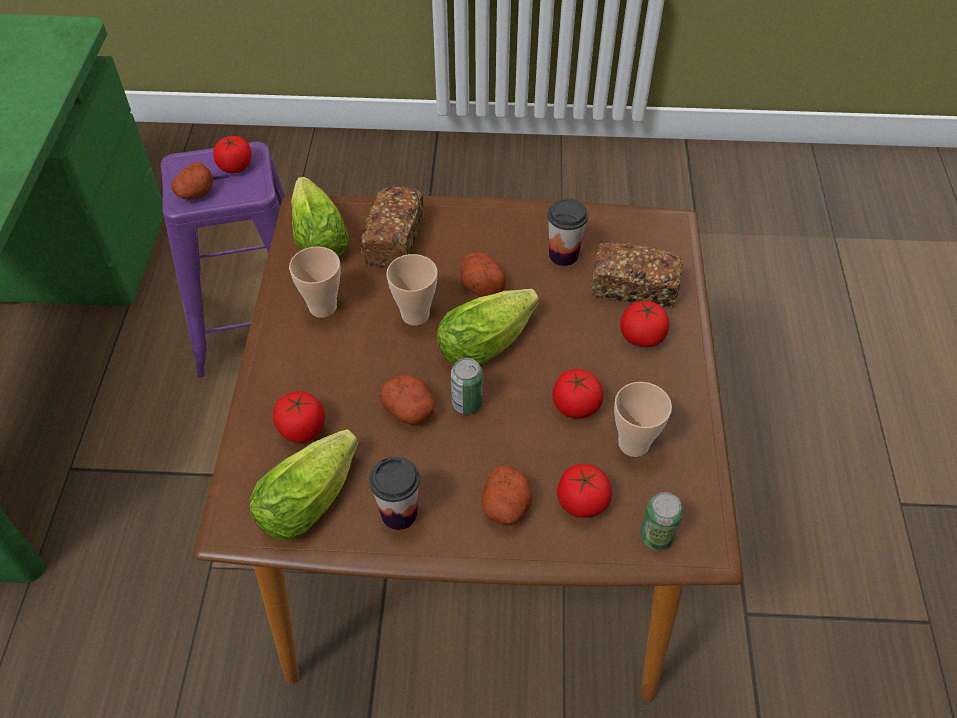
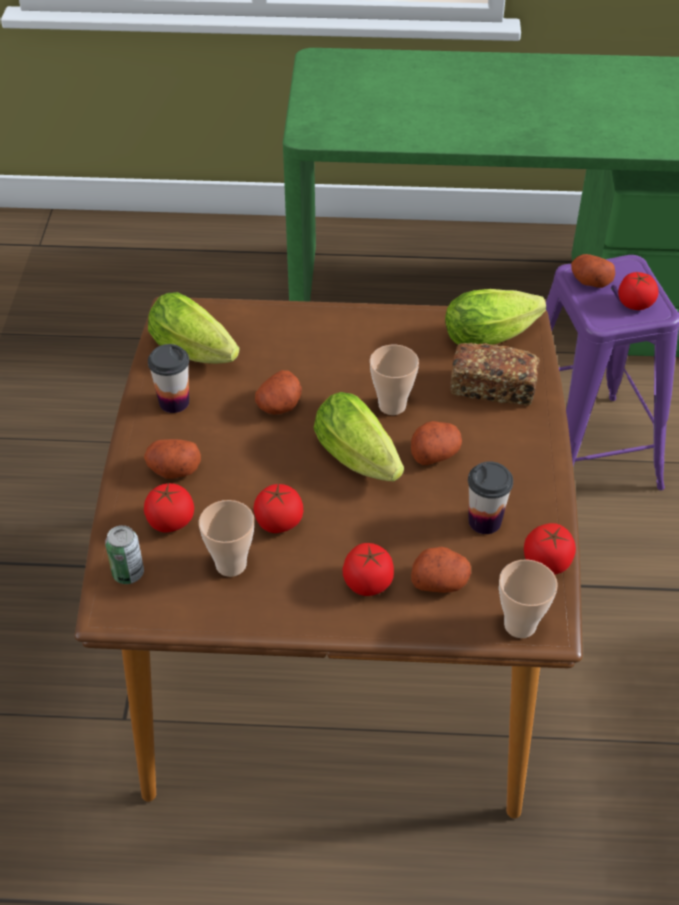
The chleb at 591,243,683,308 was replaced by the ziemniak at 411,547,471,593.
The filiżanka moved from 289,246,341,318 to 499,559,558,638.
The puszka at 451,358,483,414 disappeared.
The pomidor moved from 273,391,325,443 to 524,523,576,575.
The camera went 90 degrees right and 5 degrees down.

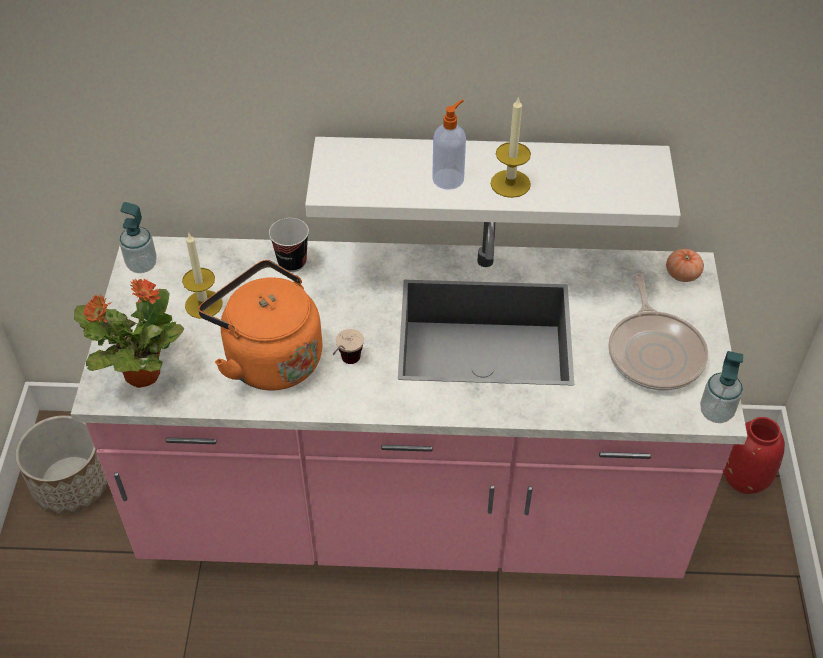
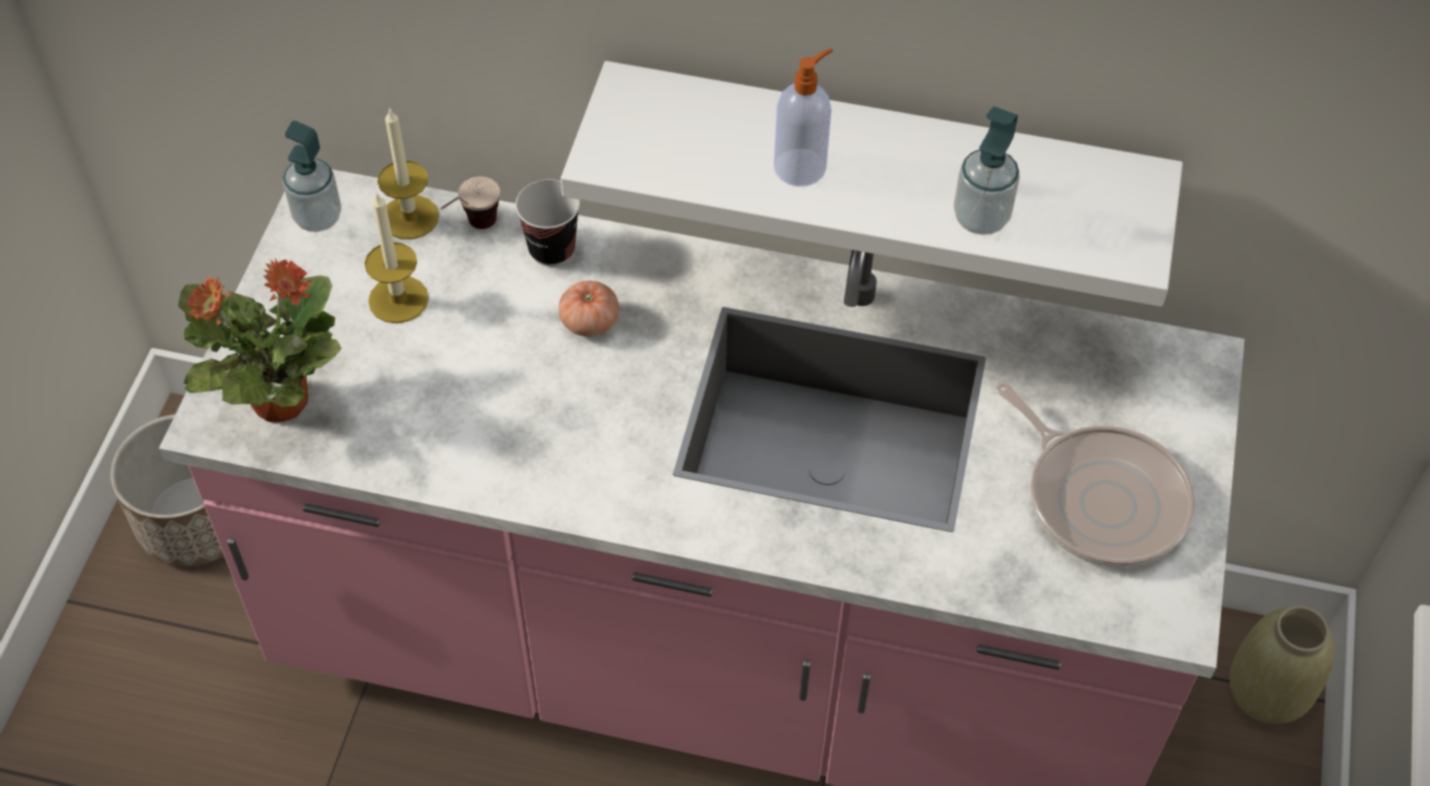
The świeca moved from 490,96,531,198 to 378,107,439,239.
The pomidor moved from 666,249,704,282 to 559,281,619,337.
The czajnik (pomarańczowy) at 198,260,323,390 disappeared.
The patelnia at 608,273,708,391 turned 45 degrees counterclockwise.
The filiżanka moved from 332,329,364,364 to 441,177,500,229.
The dozownik mydła moved from 700,351,743,423 to 954,106,1020,235.
The wazon (czerwony) at 723,417,785,494 became the wazon (beżowy) at 1229,606,1335,724.
The camera went 10 degrees right and 5 degrees up.

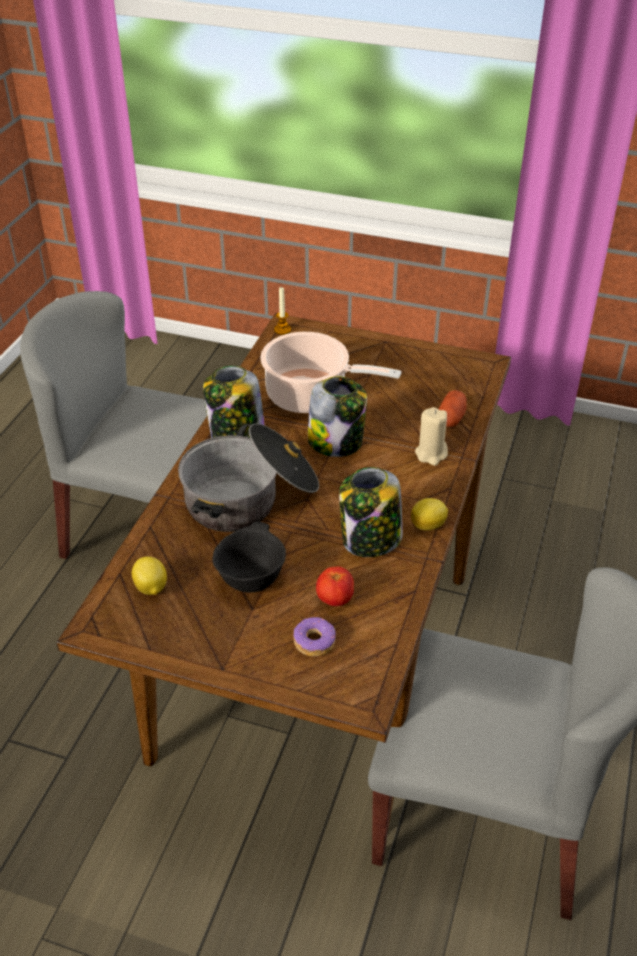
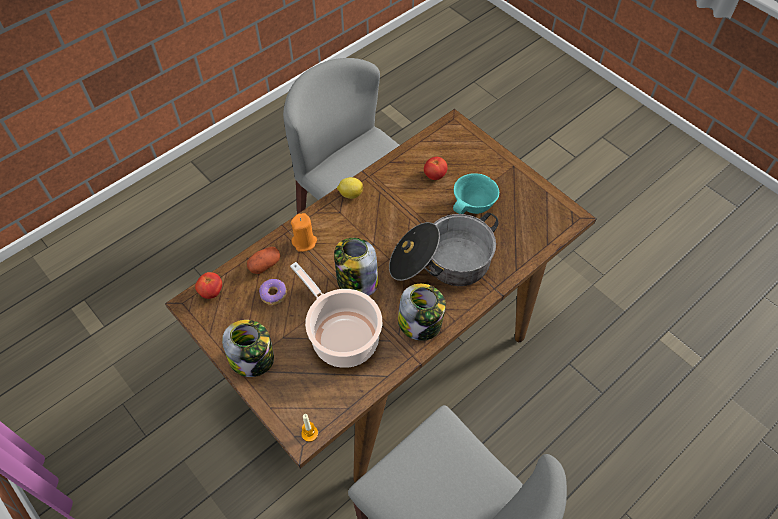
The świeca (beżowy) at 415,407,448,466 became the świeca (pomarańczowy) at 291,213,317,252.
The słoik moved from 339,467,403,557 to 222,320,274,377.
The miska (czarny) at 213,522,286,593 became the miska (turkusowy) at 453,173,499,214.
The cytryna at 132,556,167,595 disappeared.
The donut moved from 293,617,336,656 to 259,279,287,305.
The pomidor at 195,272,222,299 appeared.
The camera went 150 degrees left and 15 degrees up.

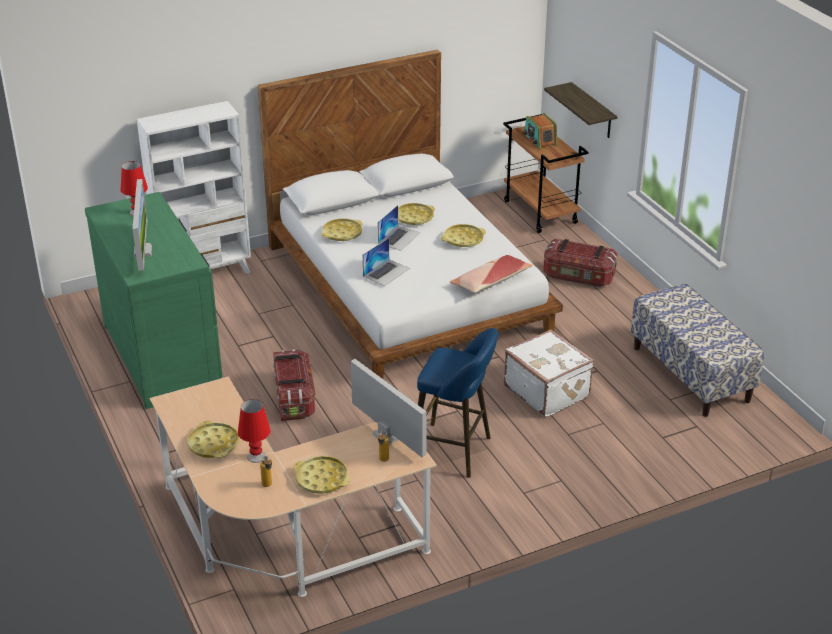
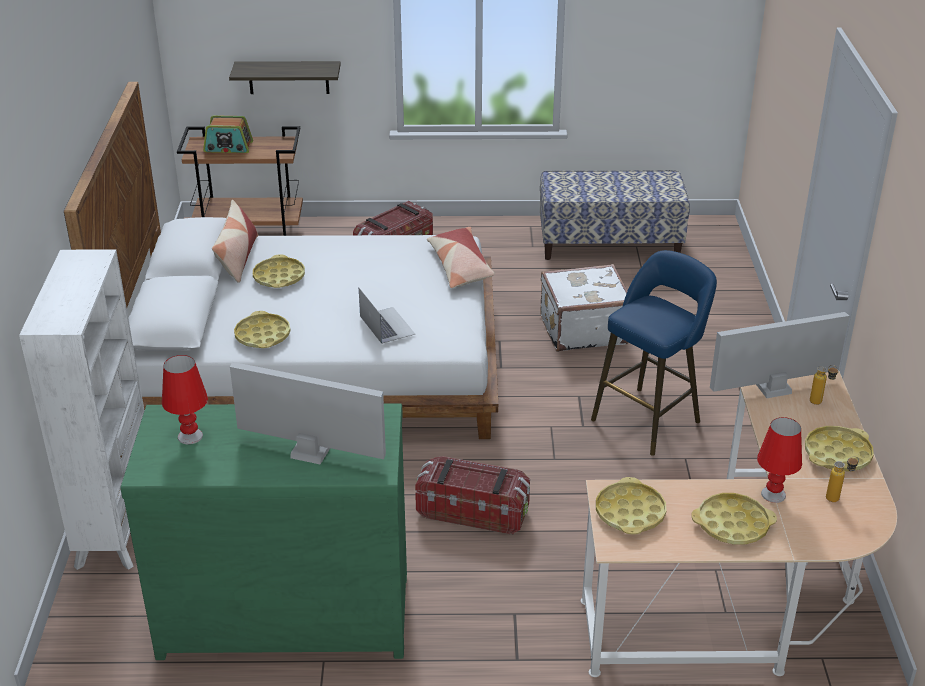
The laptop at 378,205,421,251 disappeared.
The taca (żółty) moved from 441,224,486,247 to 596,477,666,534.
The poduszka at 212,200,258,283 appeared.
The camera went 65 degrees left and 0 degrees up.

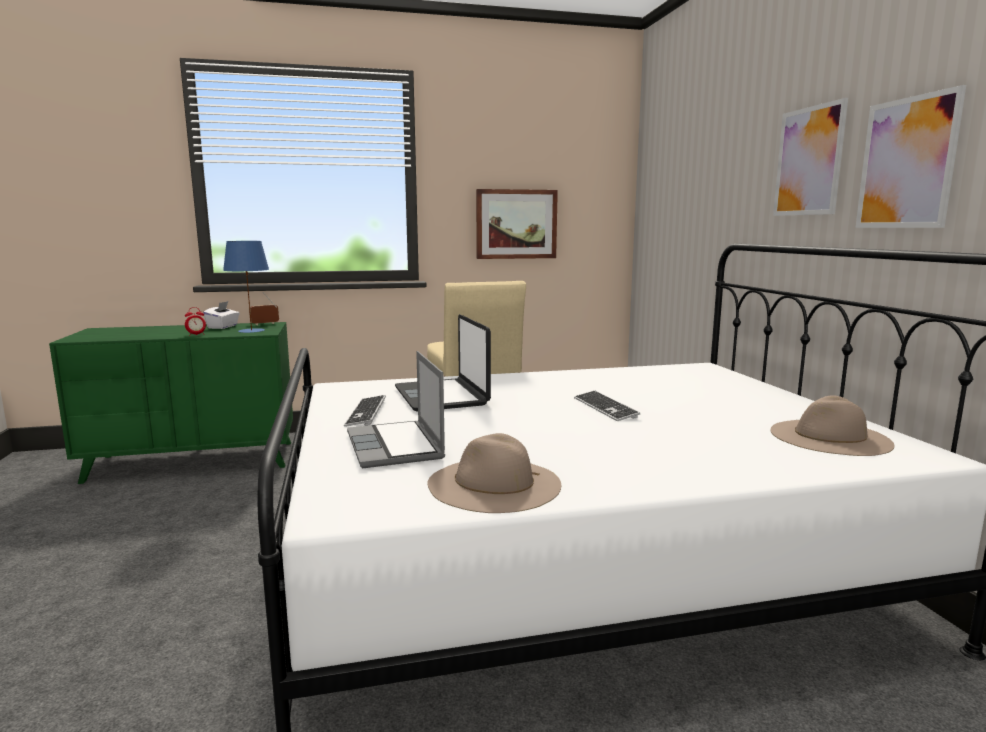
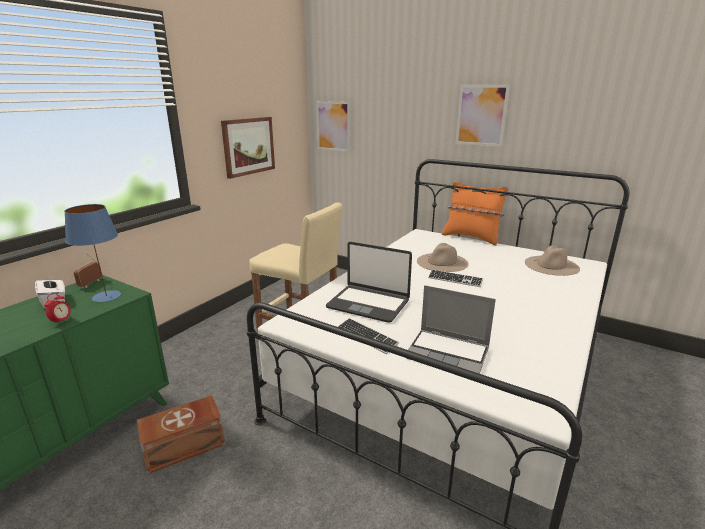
The obraz moved from 855,85,966,228 to 316,101,350,152.
The kapelusz (beżowy) moved from 427,433,561,513 to 417,243,469,272.
The poduszka (pomarańczowy) at 442,181,508,246 appeared.
The pojemnik do przechowywania (brązowy) at 137,395,225,474 appeared.
The camera went 45 degrees left and 10 degrees up.

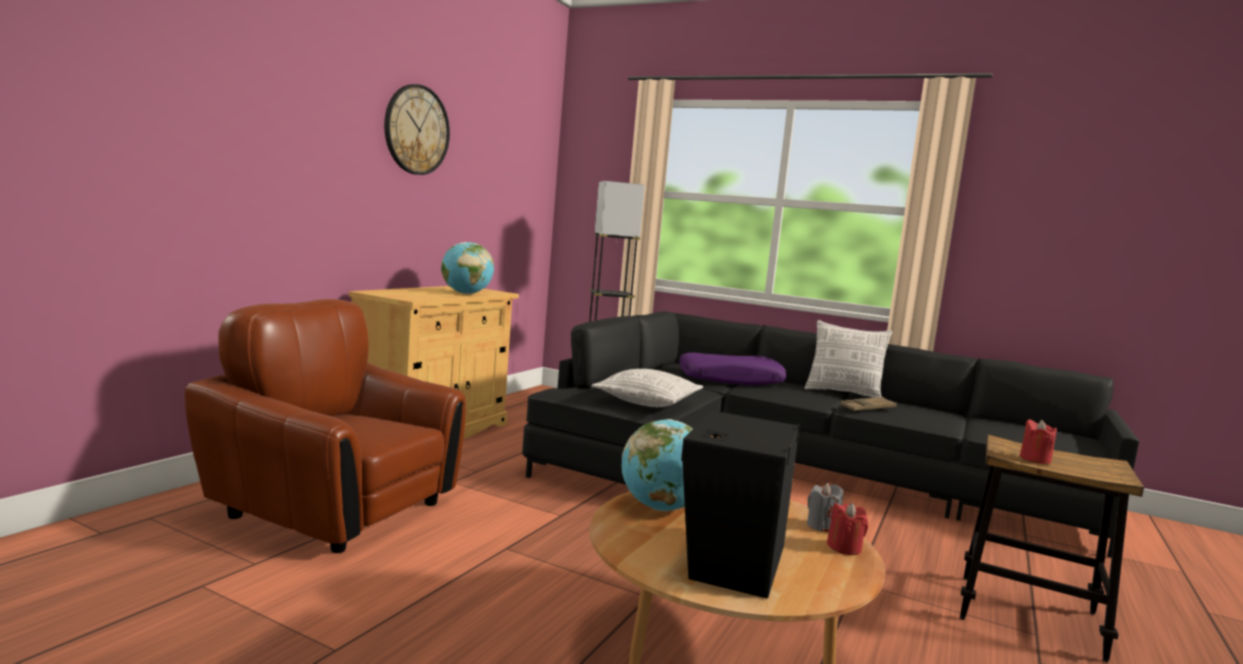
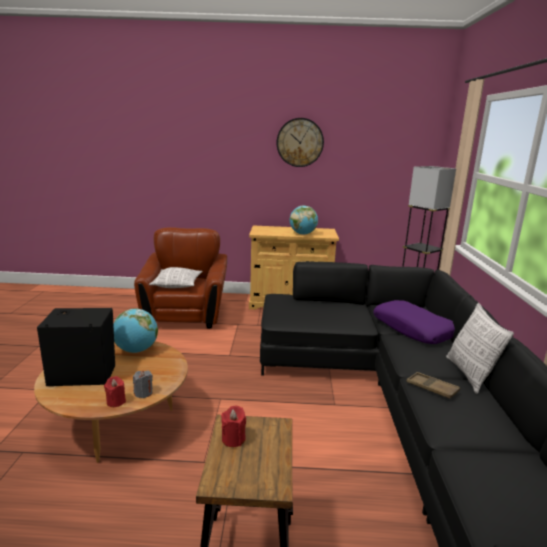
The poduszka moved from 591,369,704,407 to 149,267,202,288.
The camera went 65 degrees right and 10 degrees up.

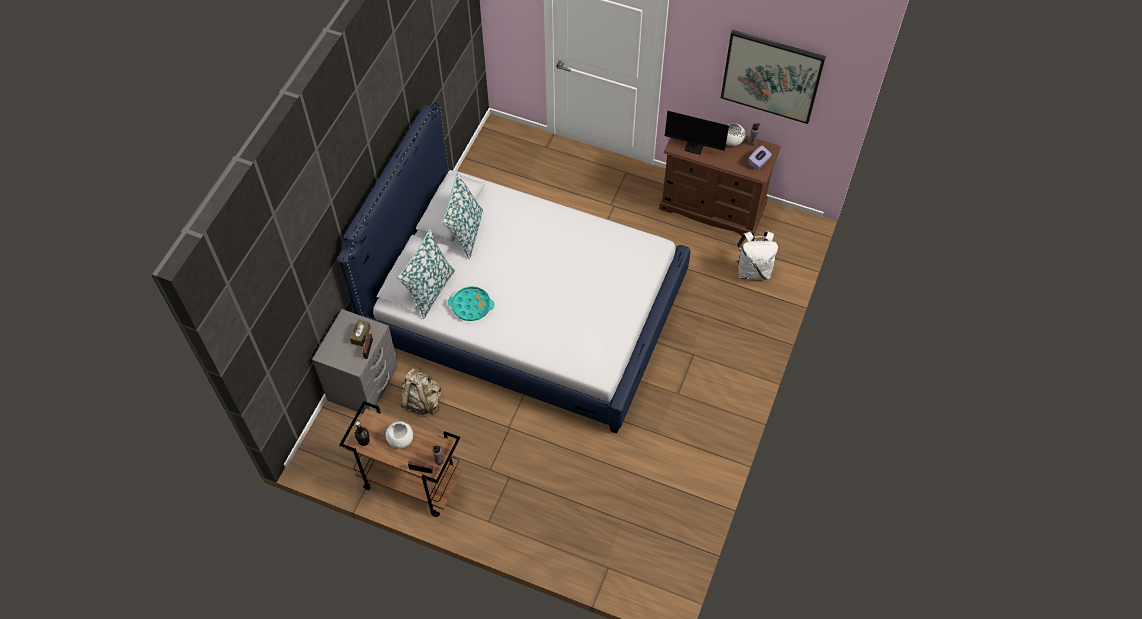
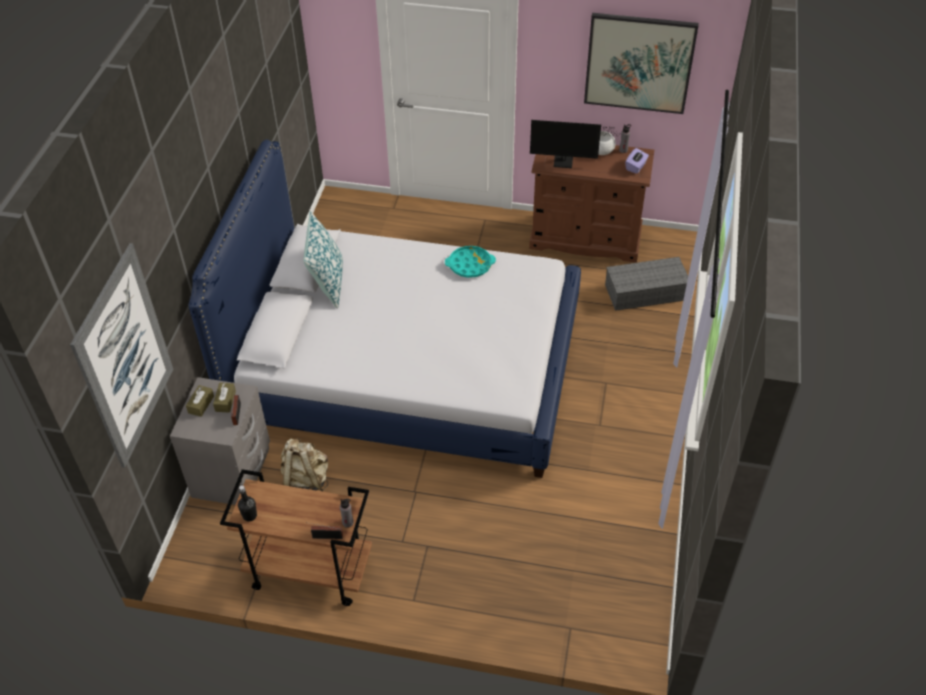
The poduszka at 397,229,455,319 disappeared.
The plecak (biały) at 736,231,778,280 was replaced by the pojemnik do przechowywania (szary) at 605,257,688,311.
The taca (turkusowy) moved from 448,286,495,321 to 445,246,496,278.
The miska (biały) at 386,421,413,448 disappeared.
The obraz at 70,243,173,468 appeared.
The pudełko chusteczek (brązowy) at 186,385,214,417 appeared.
The camera went 10 degrees left and 10 degrees down.

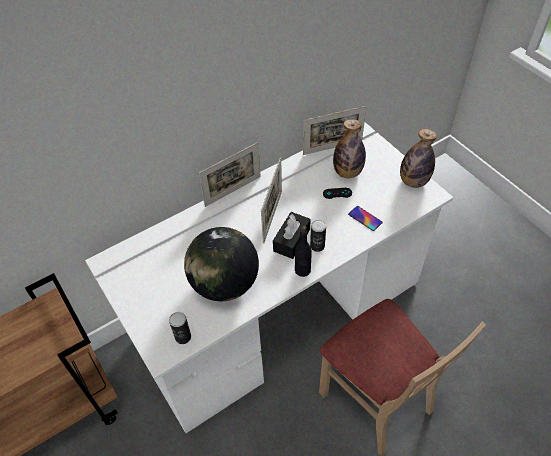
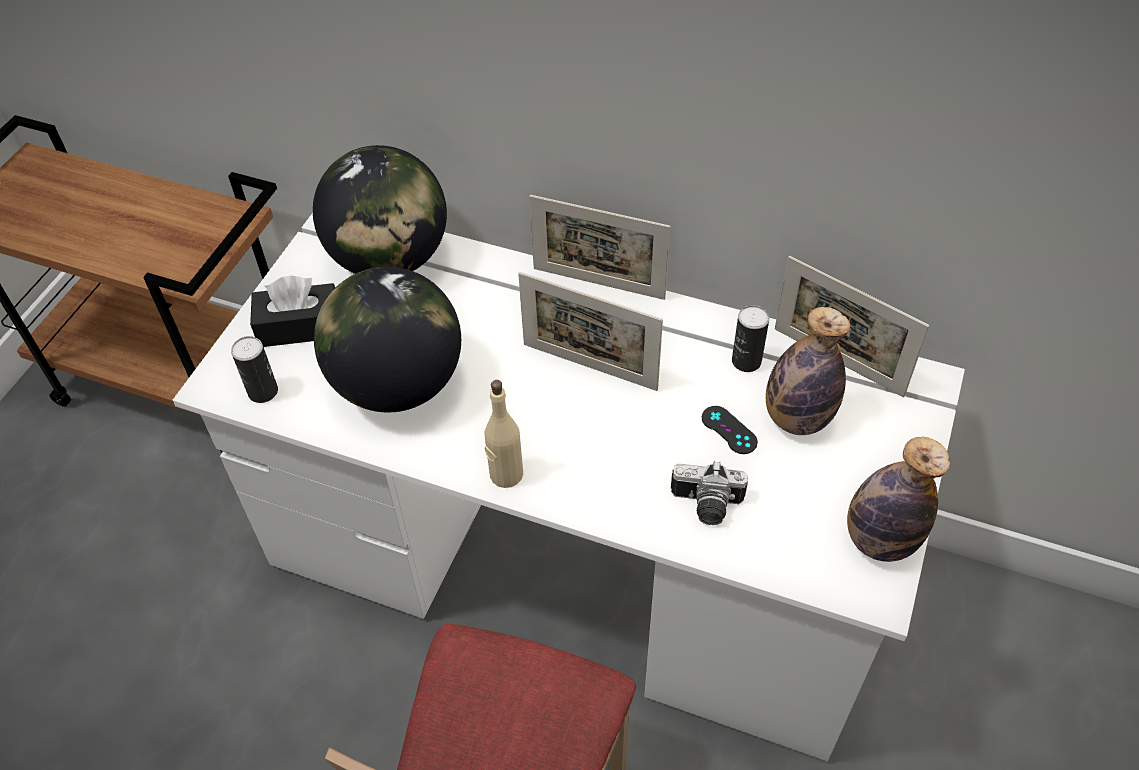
The ramka na zdjęcie at 261,158,282,244 turned 45 degrees clockwise.
The telefon at 348,206,383,231 was replaced by the aparat fotograficzny at 671,461,748,525.
The pudełko chusteczek (czarny) moved from 273,212,311,259 to 250,276,335,347.
The puszka moved from 310,220,326,252 to 732,305,769,372.
The butelka (czarny) at 295,226,312,277 became the butelka (beżowy) at 485,380,523,488.
The globus at 313,145,447,274 appeared.
The camera went 55 degrees right and 0 degrees up.

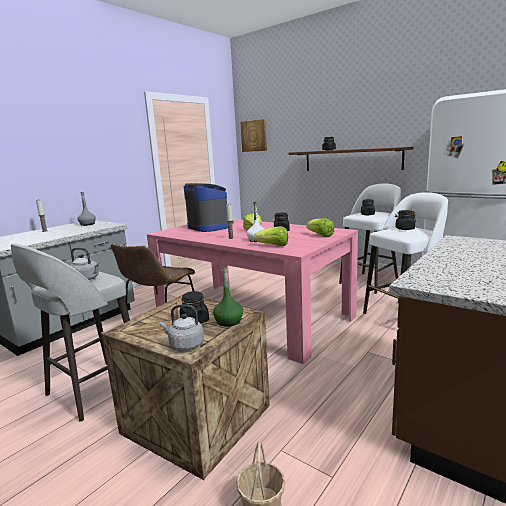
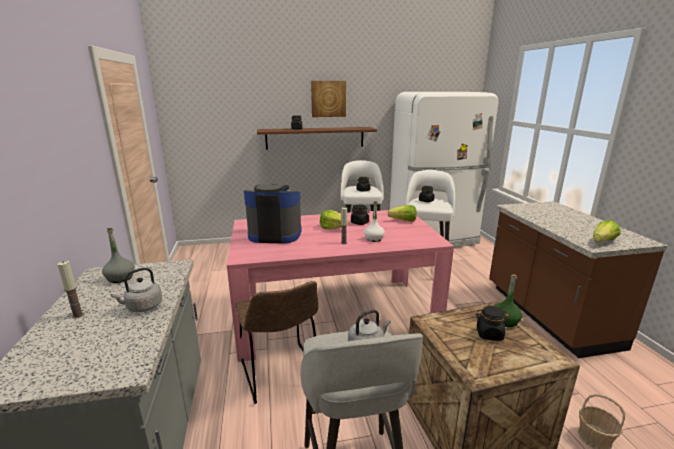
The obraz moved from 240,119,267,152 to 311,81,346,117.
The sałata moved from 254,226,288,246 to 593,220,621,242.
The czajnik (szary) moved from 160,304,204,351 to 110,268,162,312.
The camera went 50 degrees left and 5 degrees up.

